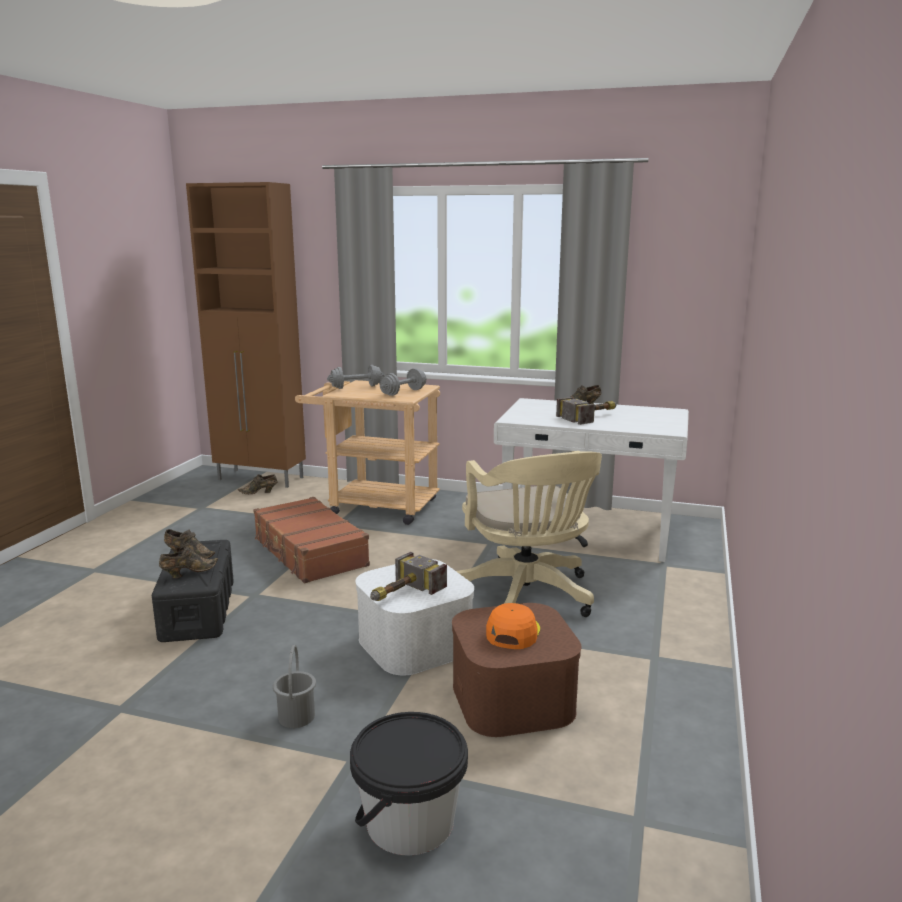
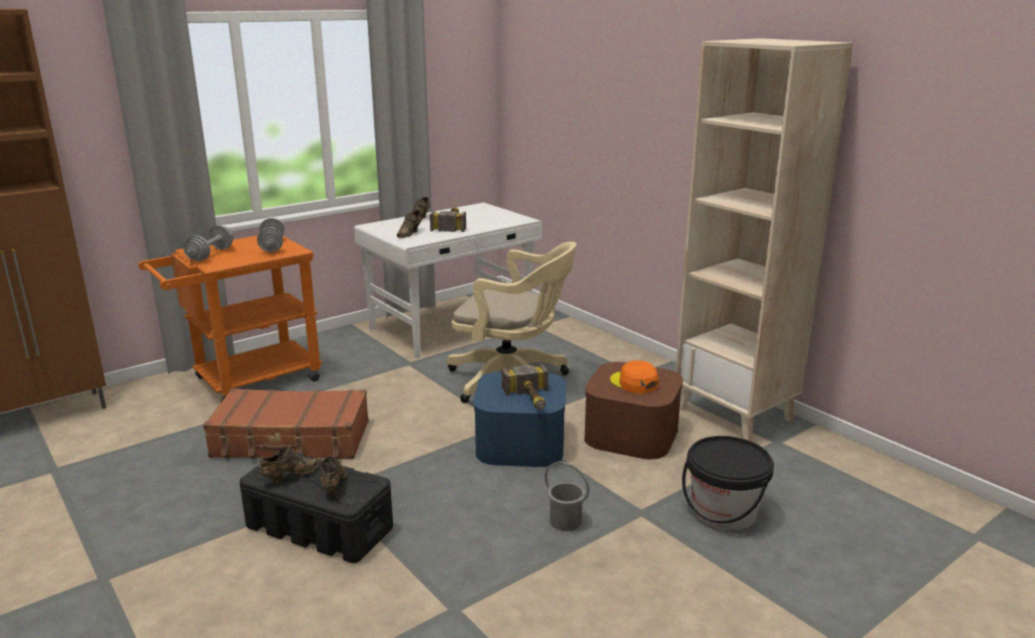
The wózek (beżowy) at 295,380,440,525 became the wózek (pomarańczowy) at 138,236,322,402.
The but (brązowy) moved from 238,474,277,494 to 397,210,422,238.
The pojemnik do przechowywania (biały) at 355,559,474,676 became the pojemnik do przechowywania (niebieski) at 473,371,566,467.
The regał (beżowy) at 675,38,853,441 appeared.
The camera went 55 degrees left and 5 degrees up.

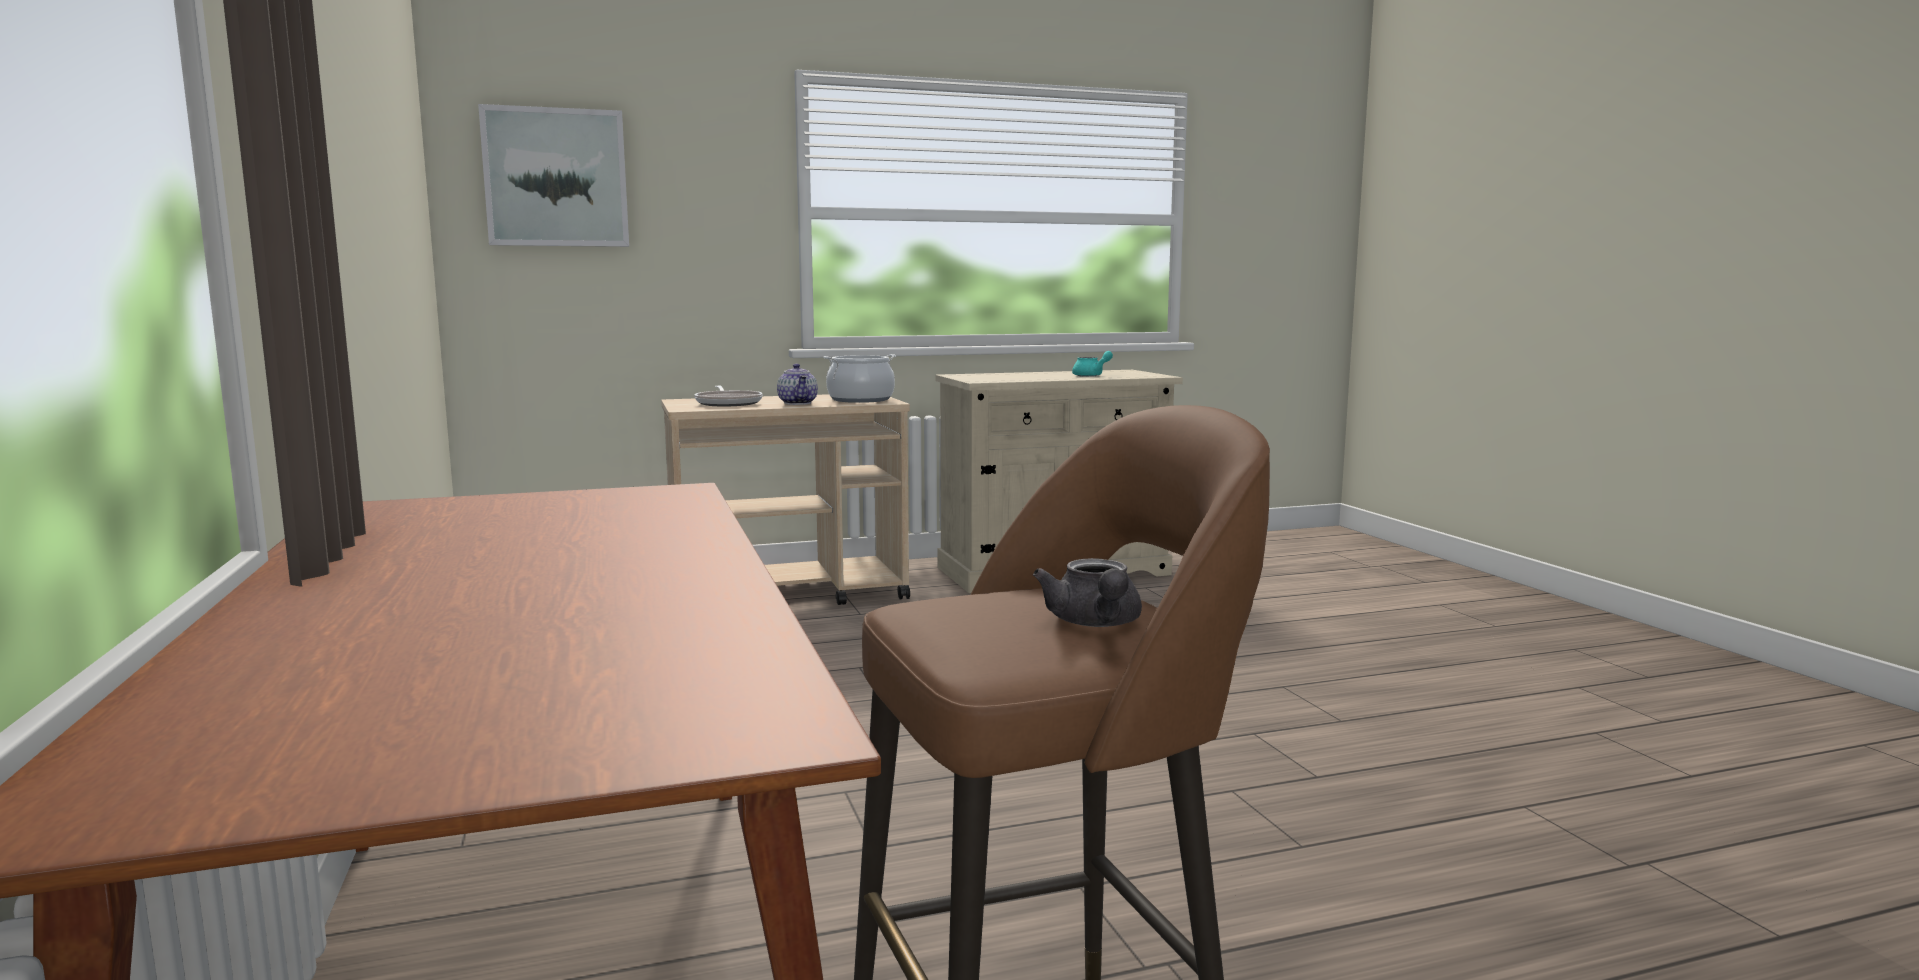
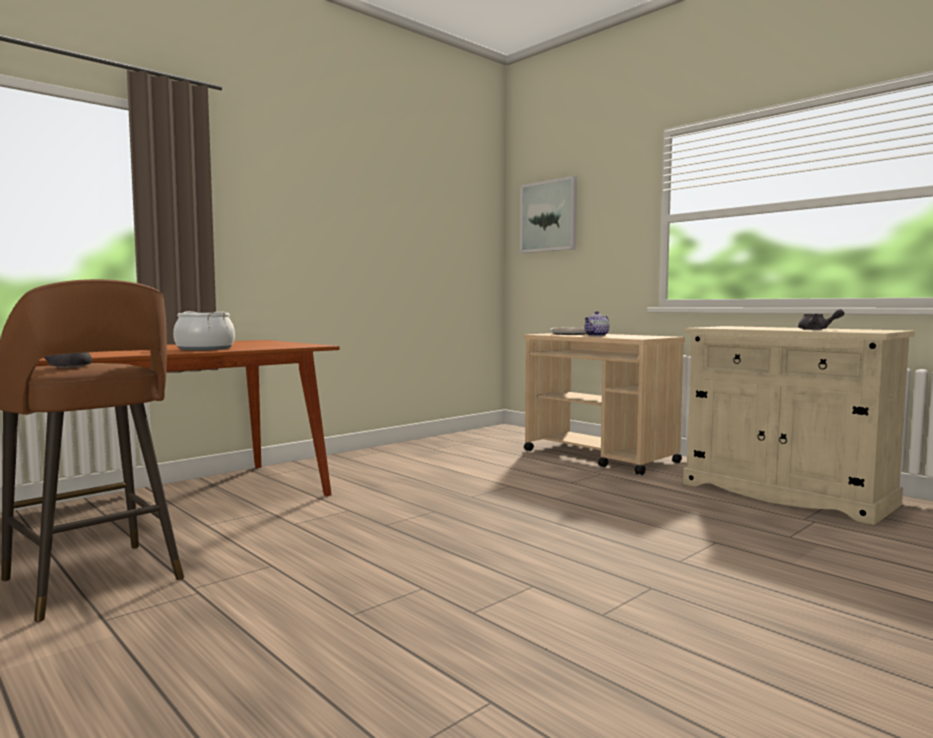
The imbryk (turkusowy) at 1072,351,1113,377 became the imbryk (szary) at 798,309,844,330.
The garnek moved from 823,354,896,403 to 173,311,235,350.
The camera went 65 degrees right and 5 degrees down.

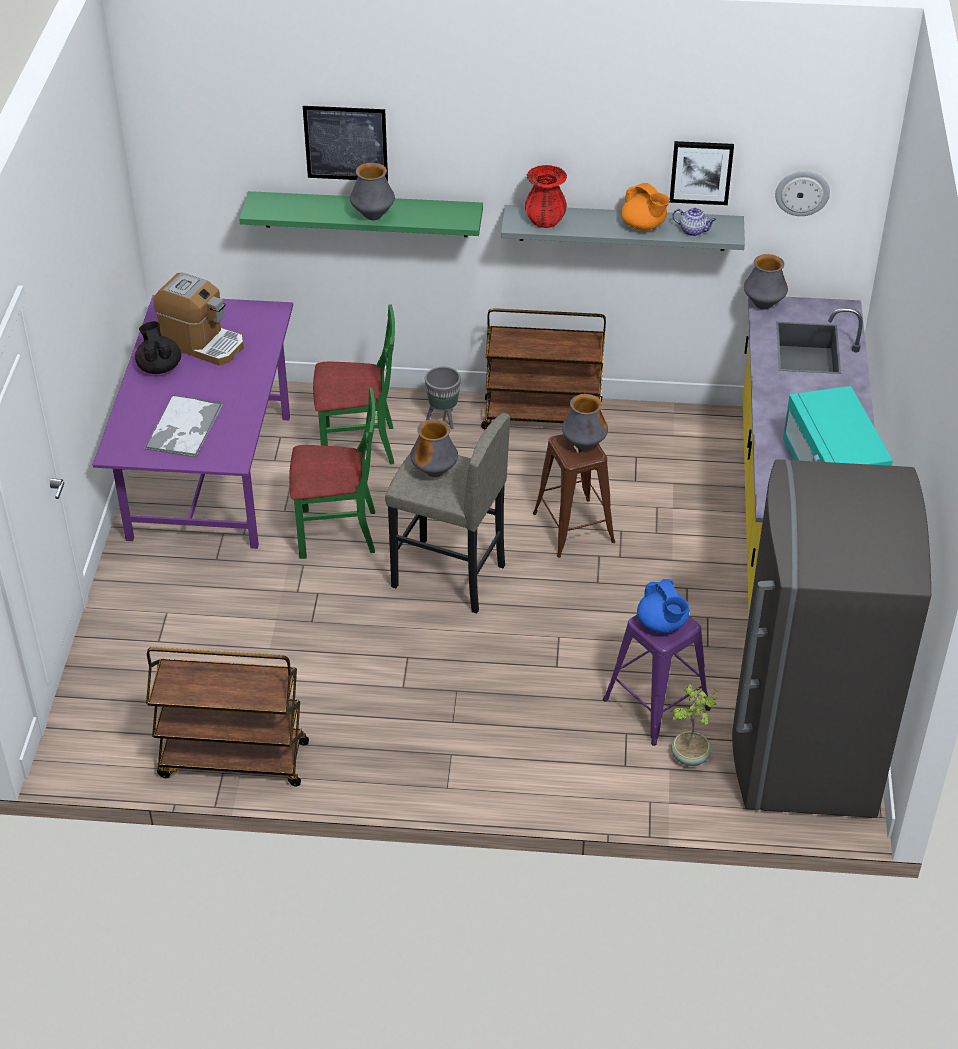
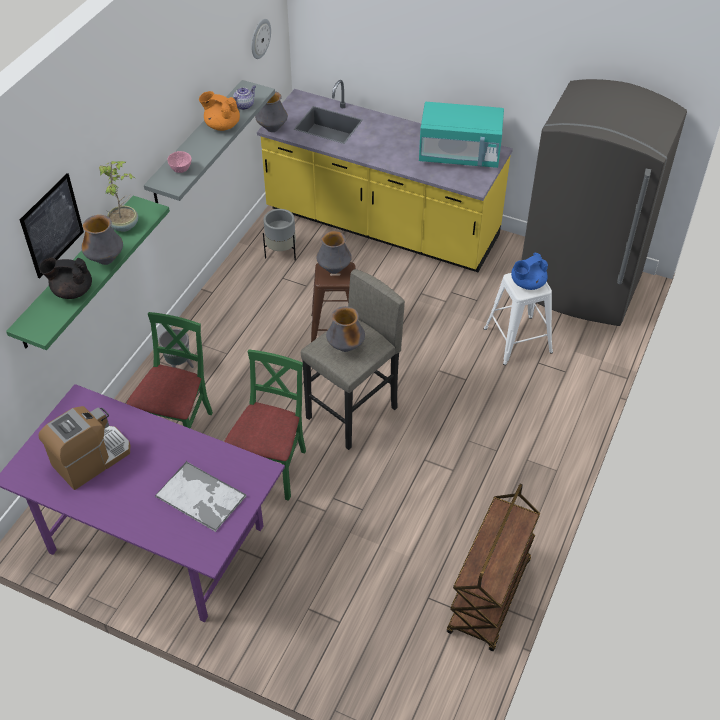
The obraz at 670,141,734,205 disappeared.
The wazon (czerwony) at 525,165,567,228 was replaced by the miska (różowy) at 167,151,191,173.
The imbryk (pomarańczowy) at 621,183,670,231 turned 135 degrees counterclockwise.
The wózek (brązowy) at 481,308,606,429 disappeared.
The imbryk (czarny) moved from 135,321,181,374 to 39,258,92,299.
The imbryk (niebieski) at 637,579,689,633 turned 150 degrees clockwise.
The stołek (fioletowy) at 603,615,711,746 became the stołek (biały) at 484,273,553,365.
The roślina doniczkowa moved from 671,684,719,766 to 99,161,138,232.
The donica (szary) at 263,209,296,260 appeared.
The camera went 70 degrees left and 5 degrees up.

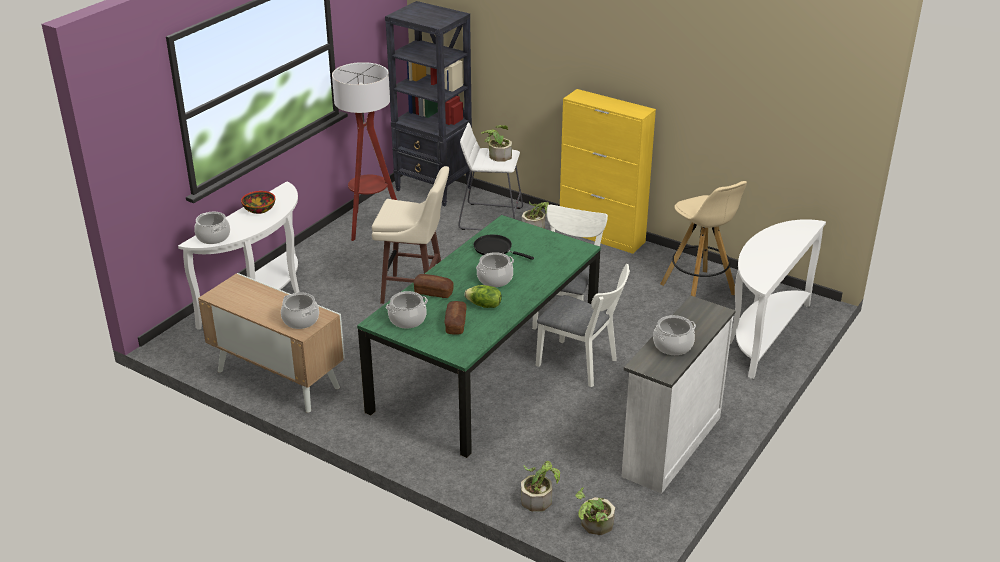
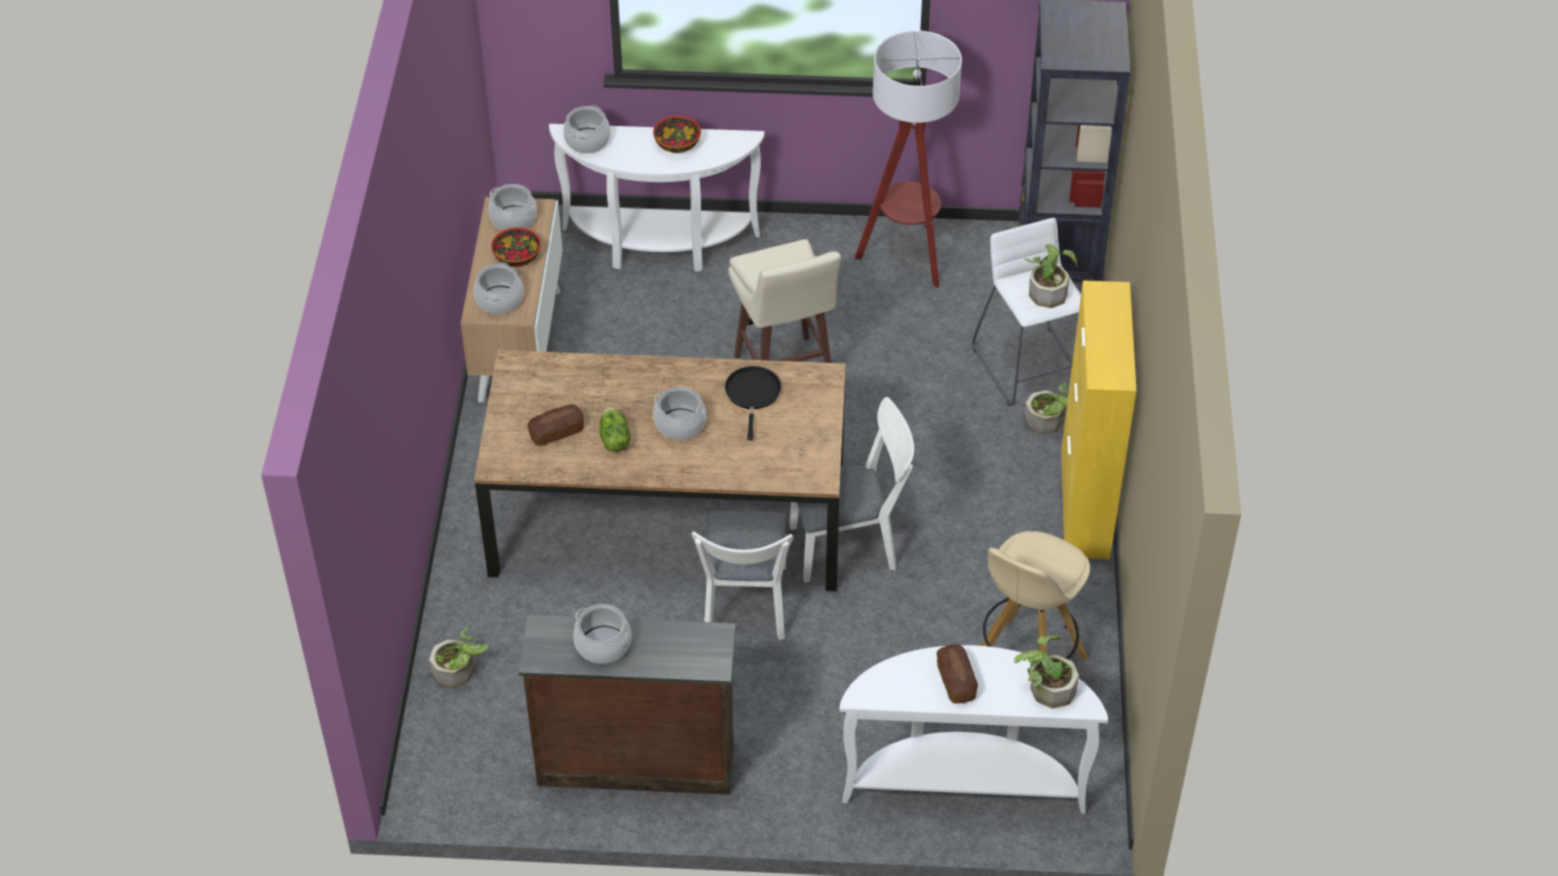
The stół jadalny (zielony) at 357,215,601,458 became the stół jadalny (brązowy) at 474,350,846,591.
The chleb moved from 414,274,454,298 to 937,645,978,704.
The garnek moved from 386,291,428,329 to 488,184,537,231.
The komoda (biały) at 621,296,736,494 became the komoda (brązowy) at 518,615,736,795.
The roślina doniczkowa moved from 575,487,615,535 to 1014,636,1079,708.
The miska at 491,227,541,267 appeared.
The camera went 60 degrees right and 15 degrees up.

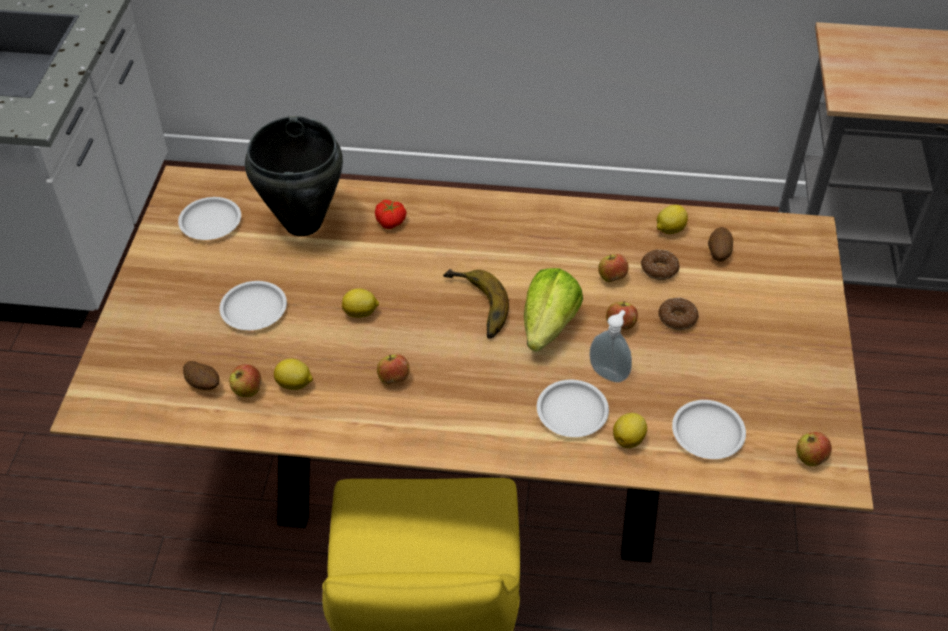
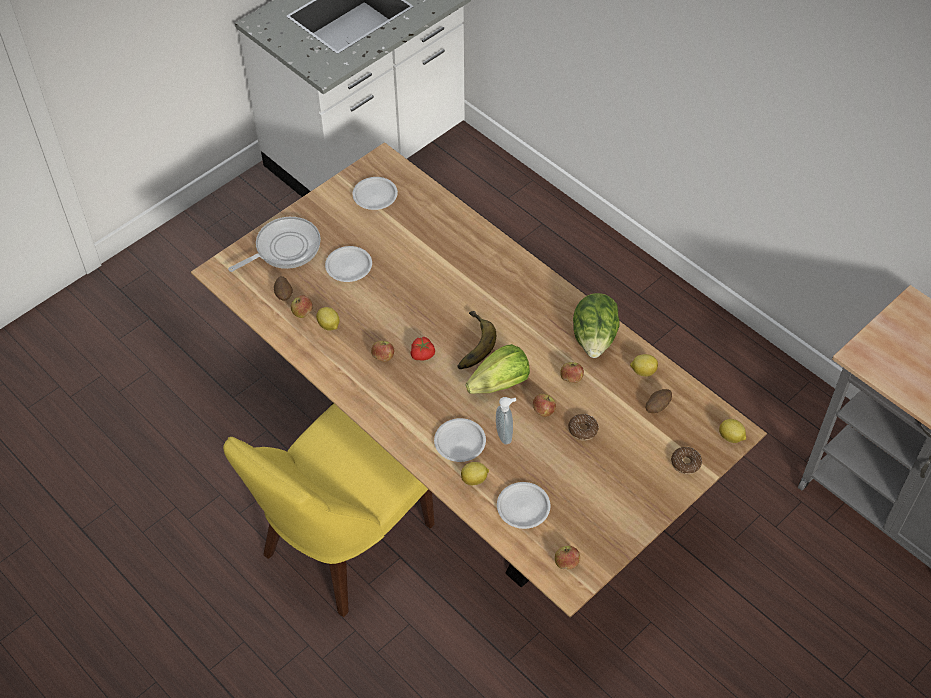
The garnek (czarny) at 245,116,343,236 disappeared.
The pomidor moved from 375,200,406,229 to 410,337,435,361.
The donut moved from 641,249,680,280 to 671,447,702,474.
The cytryna moved from 342,288,379,318 to 719,419,746,443.
The patelnia at 228,217,321,272 appeared.
The sałata at 573,293,620,358 appeared.
The camera went 40 degrees right and 5 degrees up.

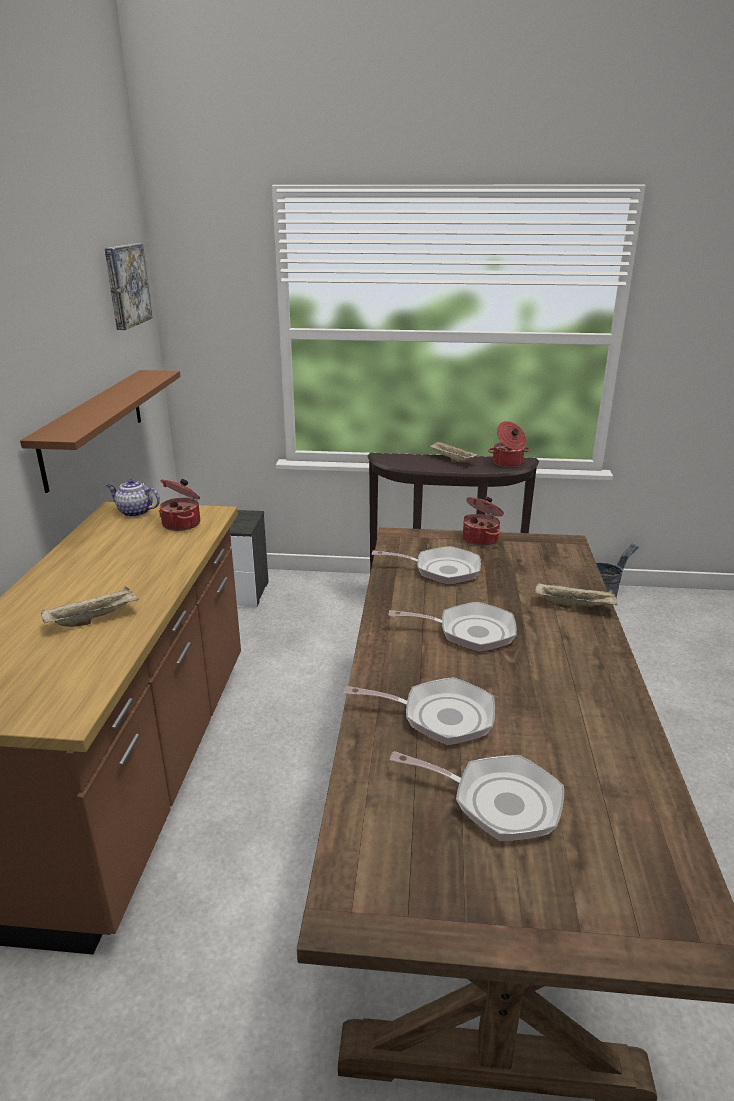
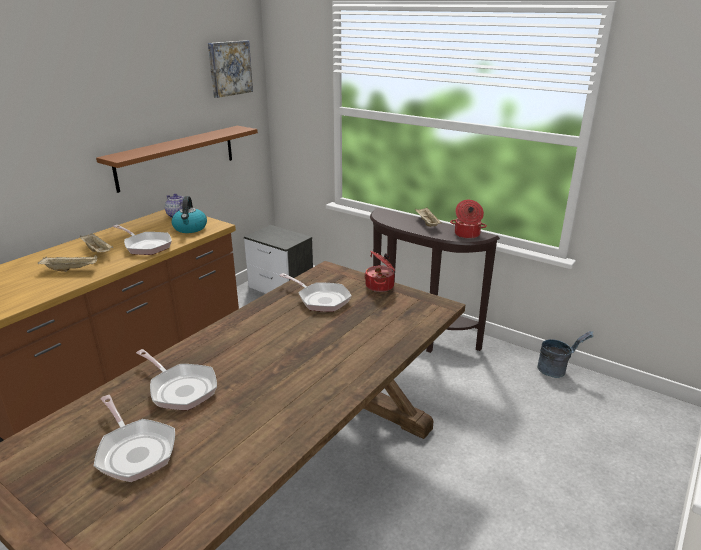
The garnek at 159,479,200,531 was replaced by the czajnik at 171,196,207,233.
The taca (beżowy) moved from 535,583,618,609 to 80,234,113,252.
The patelnia moved from 389,602,517,652 to 113,225,172,255.
The camera went 30 degrees right and 0 degrees up.

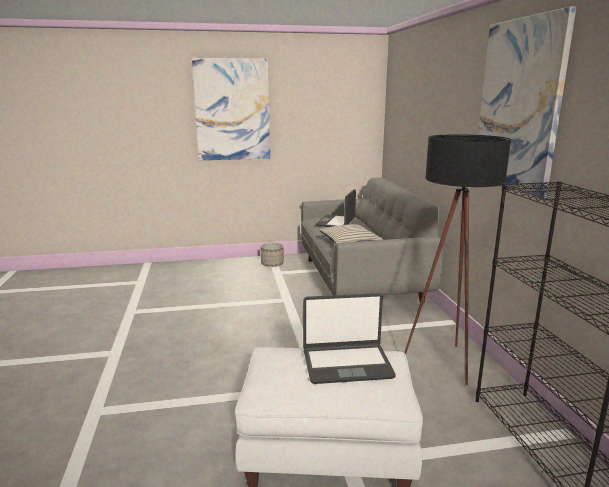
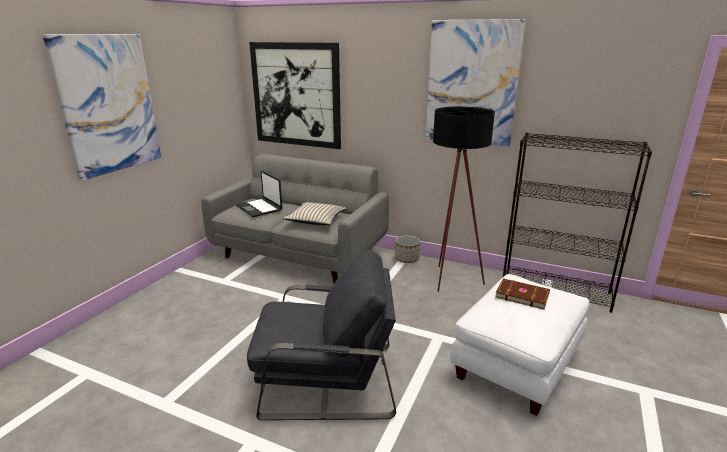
The donica moved from 261,242,284,266 to 395,236,420,263.
The laptop at 303,293,396,384 was replaced by the książka (brązowy) at 495,278,550,309.
The obraz at 249,42,341,149 appeared.
The fotel (szary) at 247,249,396,420 appeared.
The camera went 55 degrees left and 5 degrees up.

